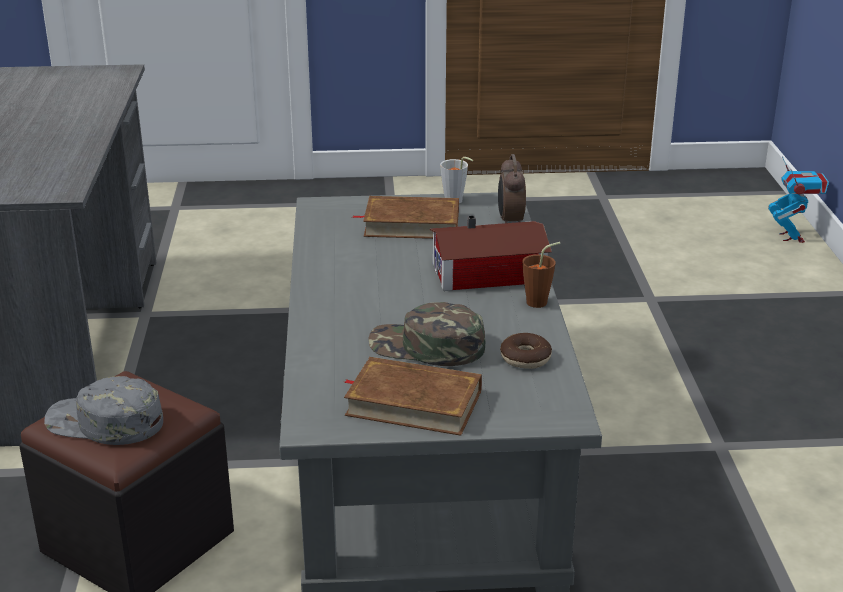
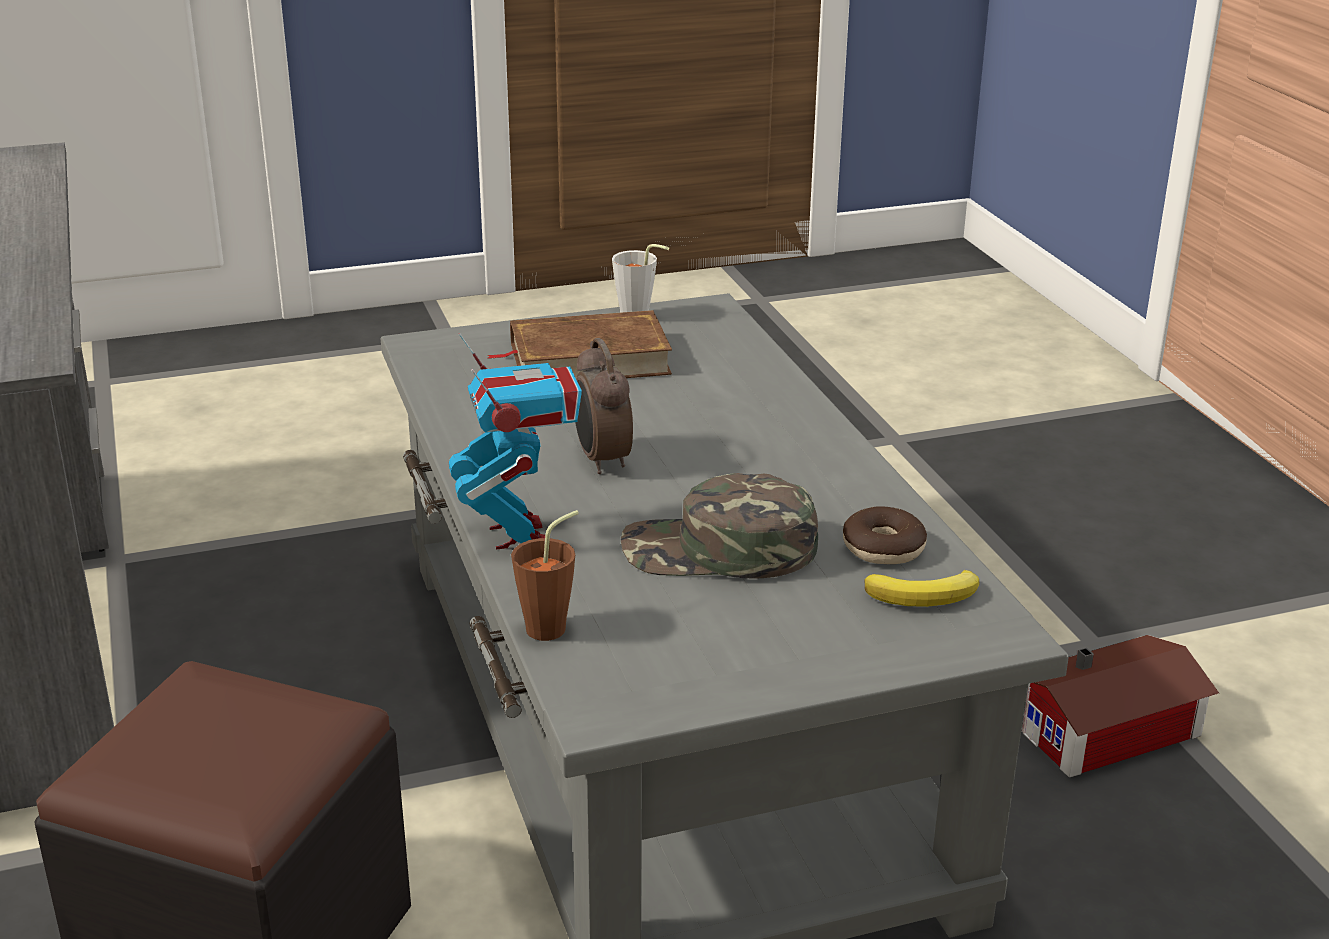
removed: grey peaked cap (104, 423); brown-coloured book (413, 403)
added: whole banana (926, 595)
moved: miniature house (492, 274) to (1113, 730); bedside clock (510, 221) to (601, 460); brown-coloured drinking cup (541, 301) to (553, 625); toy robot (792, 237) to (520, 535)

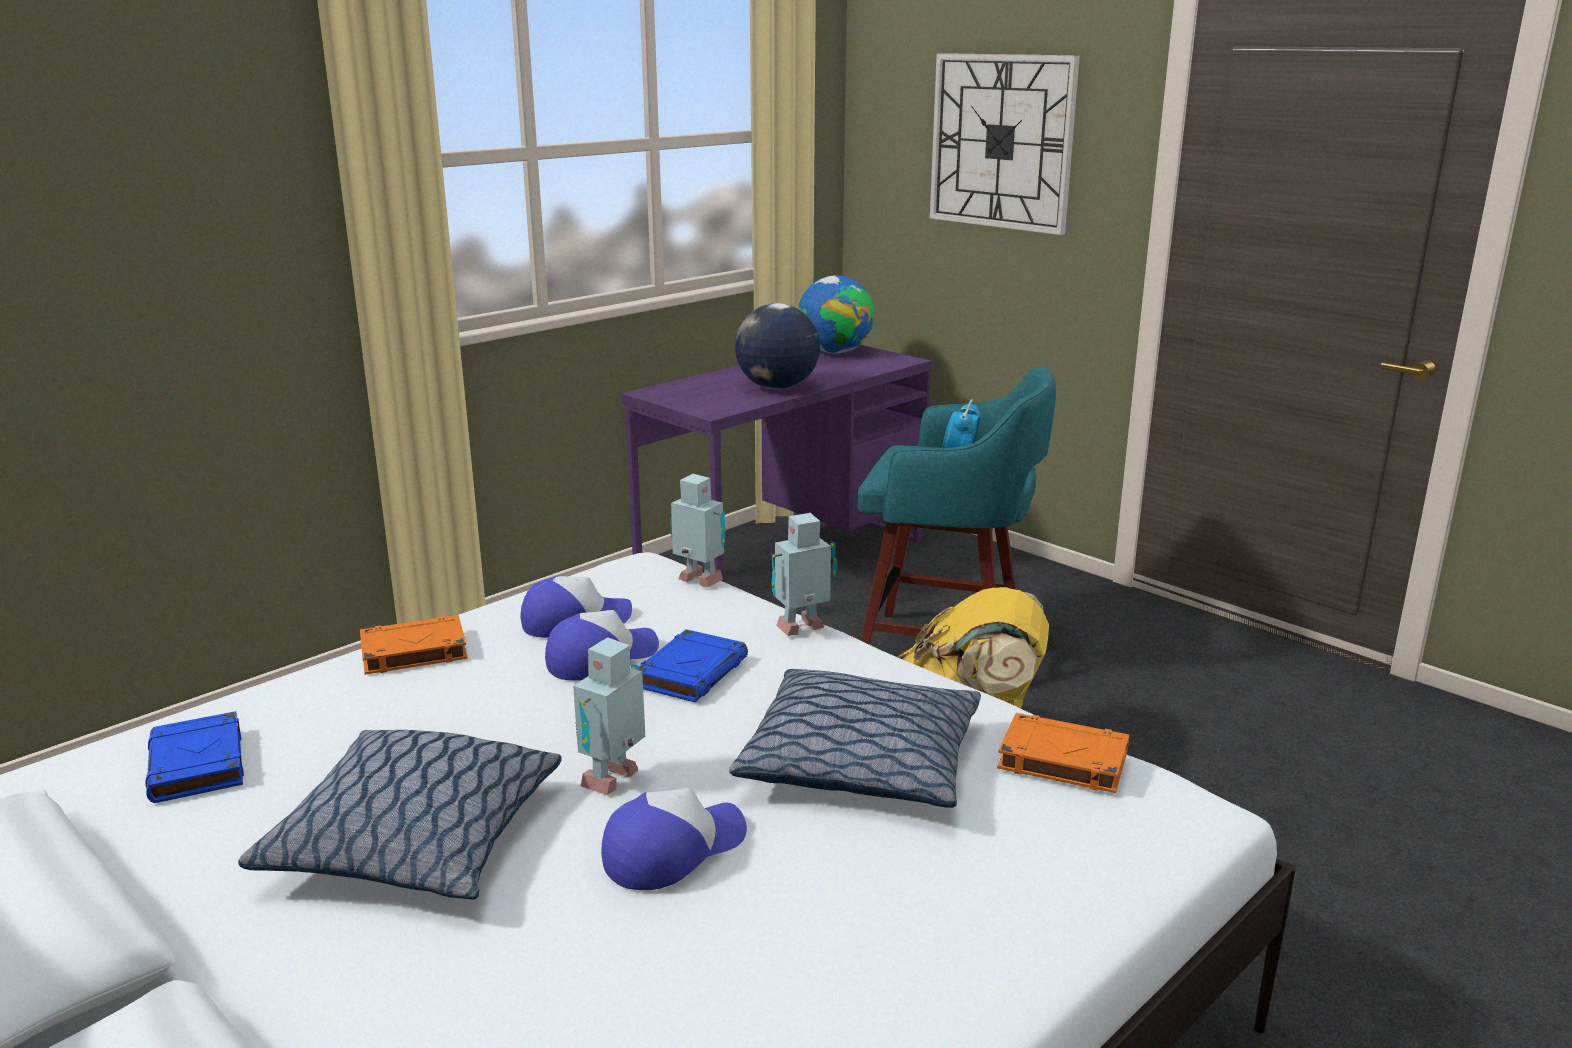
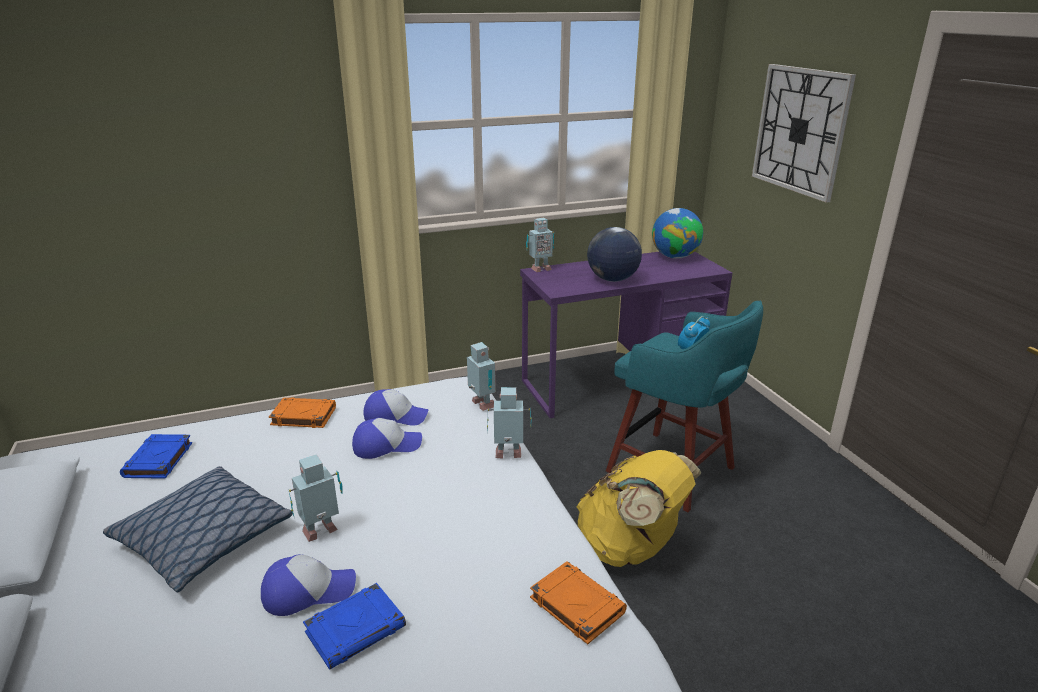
removed: throw pillow (861, 762)
added: toy robot (540, 269)
moved: blue book (692, 672) to (356, 629)

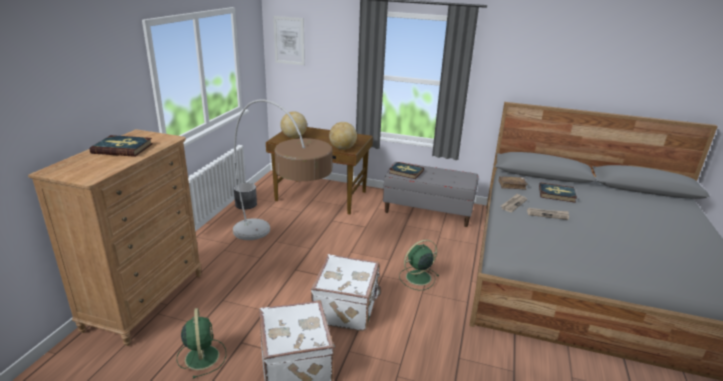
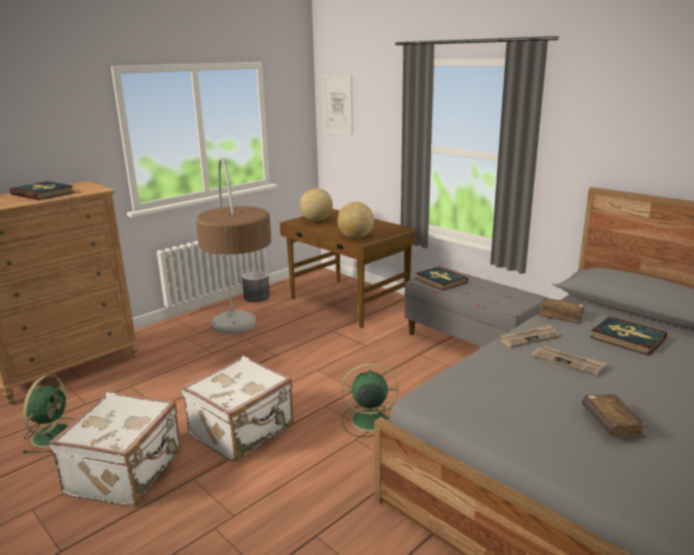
added: brown-coloured book (611, 422)

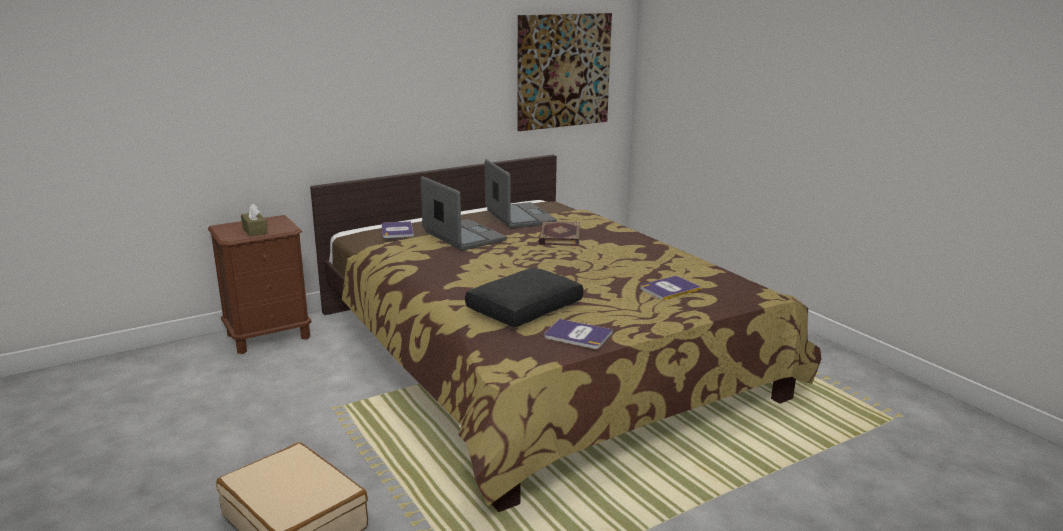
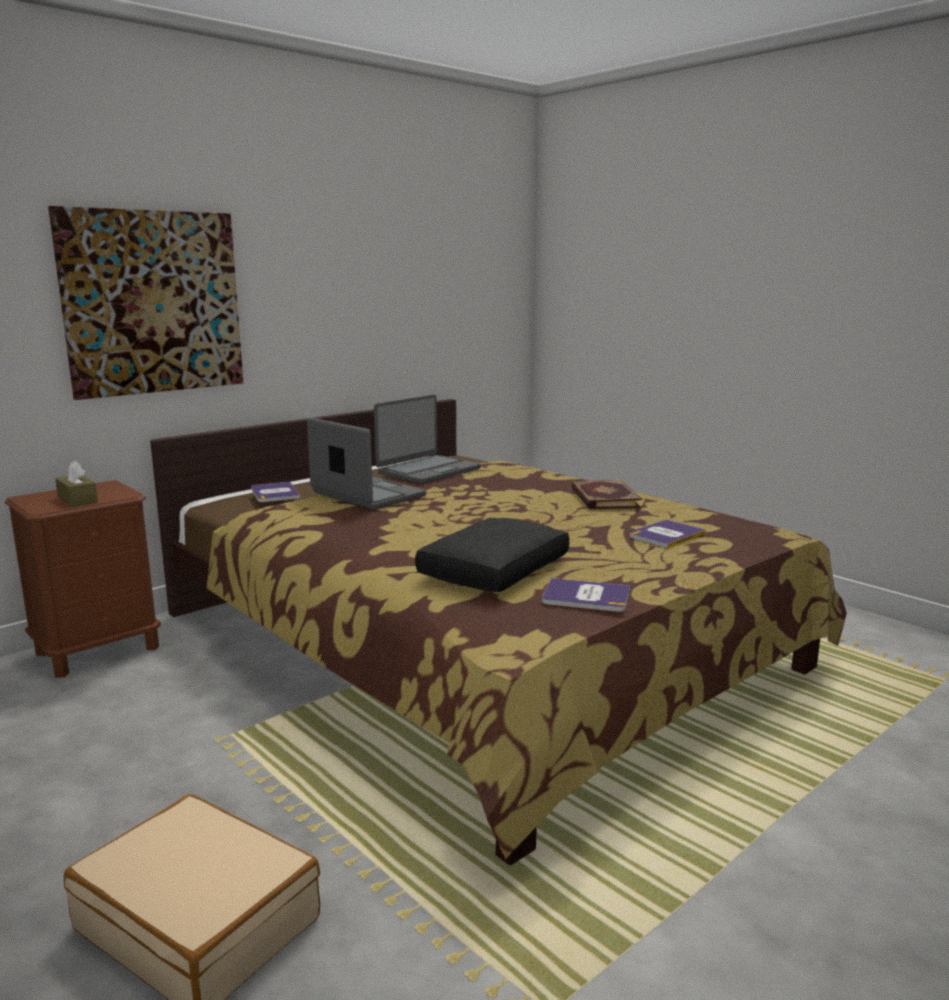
moved: wall picture (563, 71) to (153, 303); book (559, 236) to (603, 498)
turned: notebook computer (519, 217) = (428, 471) 75 degrees clockwise

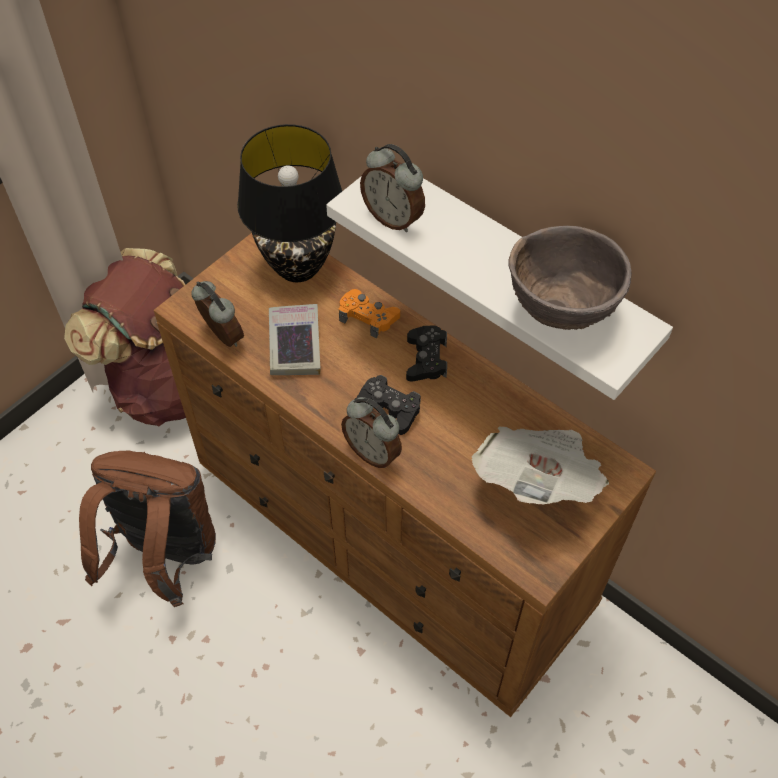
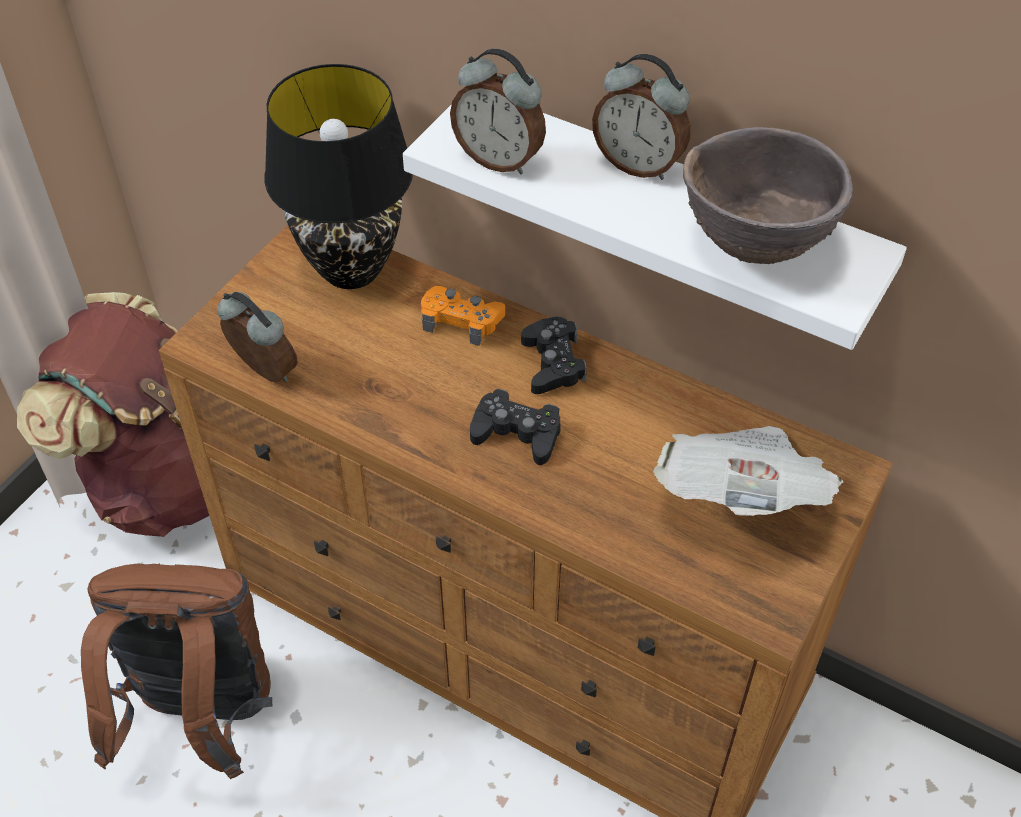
removed: book (294, 344)
moved: bedside clock (373, 452) to (638, 165)

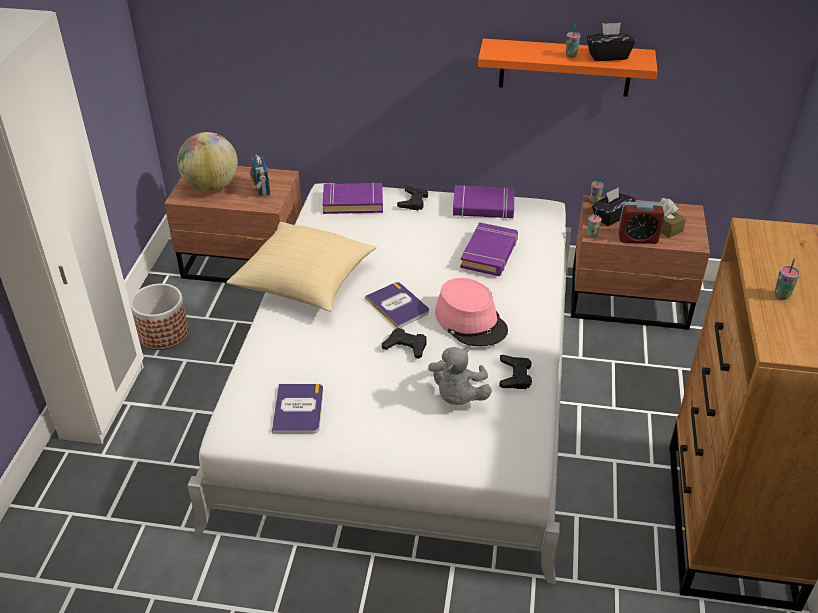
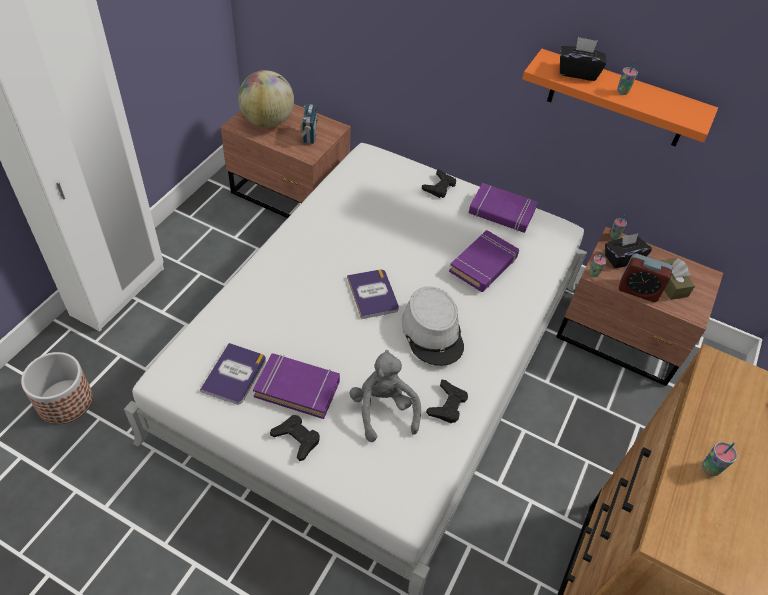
removed: beige throw pillow (304, 281)
moved: planter (164, 333) to (65, 401); purple-coloured book (353, 202) to (297, 388); black game controller (406, 346) to (296, 438); black box of tissues (607, 56) to (577, 72)
recoloured: pink clothing hat (471, 321) to grey clothing hat (433, 332)
turned: grey soft toy (458, 396) = (383, 409) 135 degrees clockwise

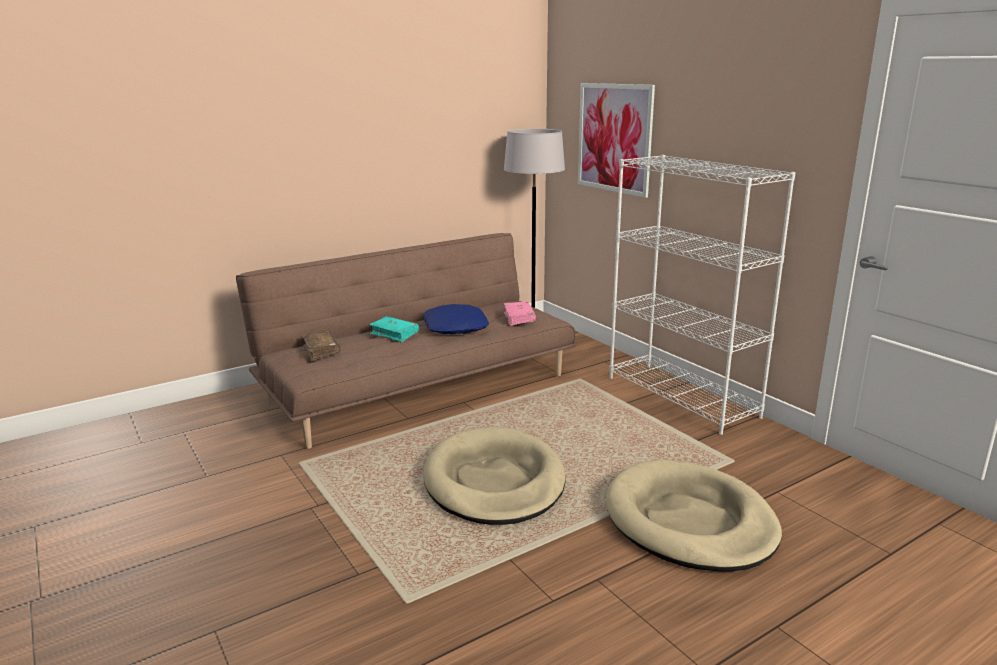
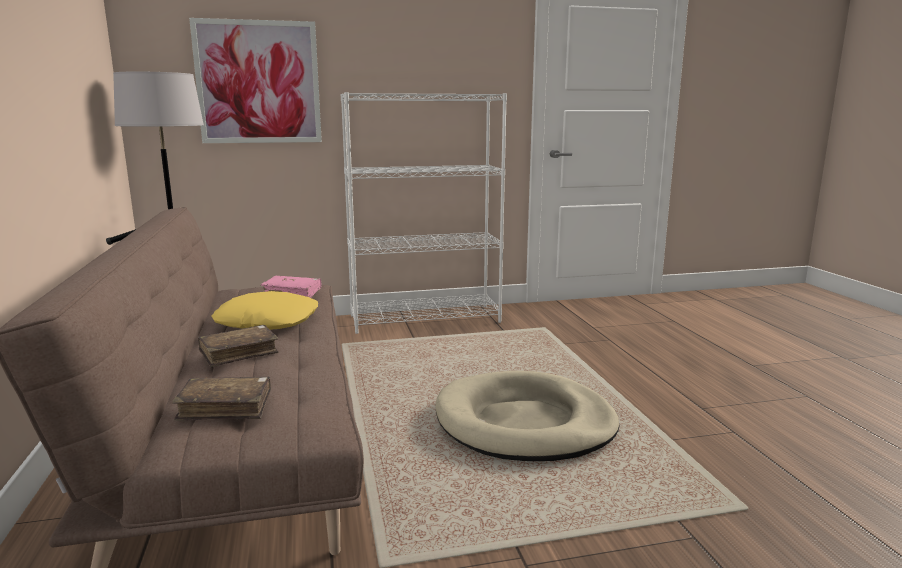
removed: beige pet bed (689, 521)
recoloured: blue-green book (394, 334) to brown-coloured book (239, 353); blue throw pillow (456, 327) to yellow-coloured throw pillow (268, 321)

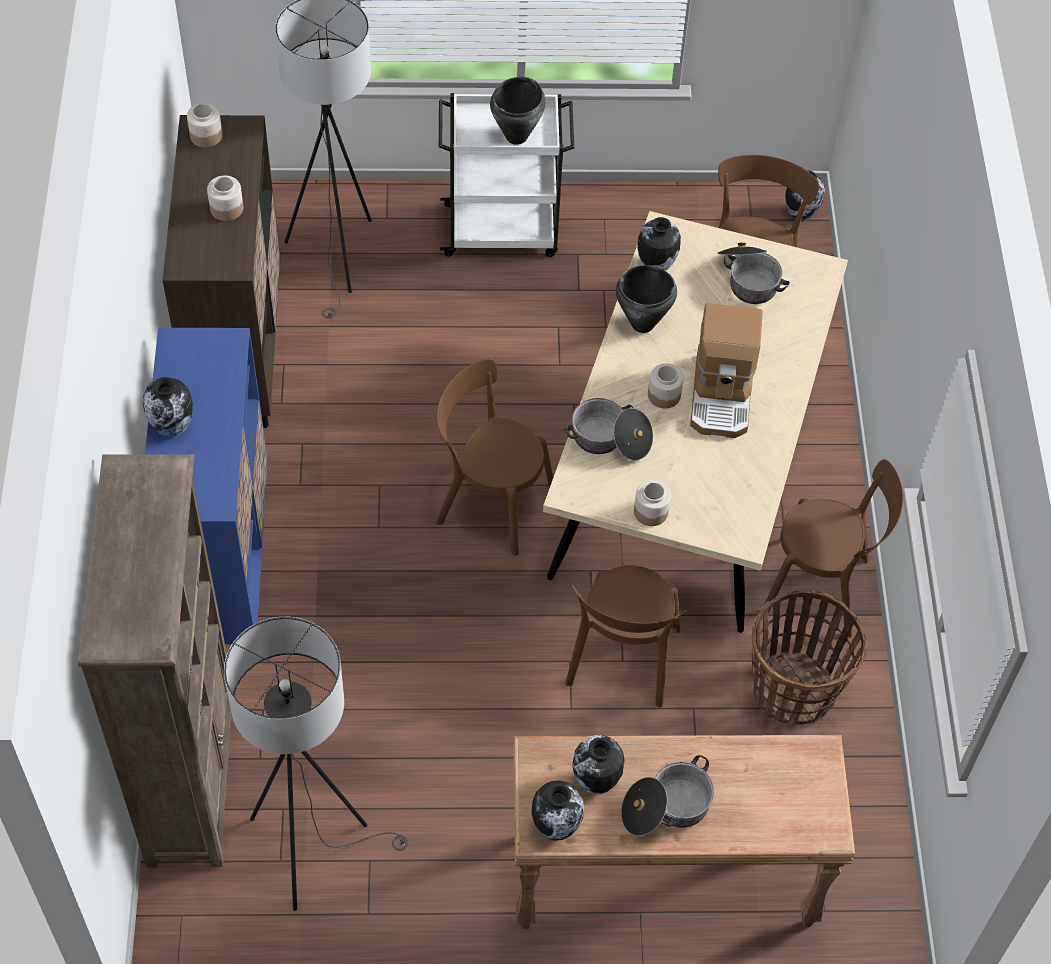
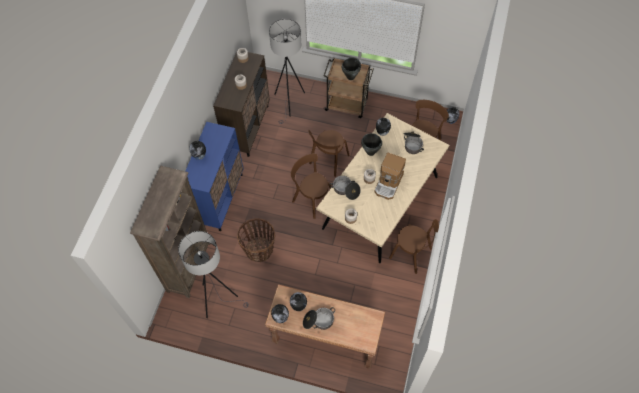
moved: brown-coloured chair (621, 662) to (328, 160); household basket (793, 690) to (259, 250)
recoloured: white trolley (503, 230) to brown-coloured trolley (347, 105)

